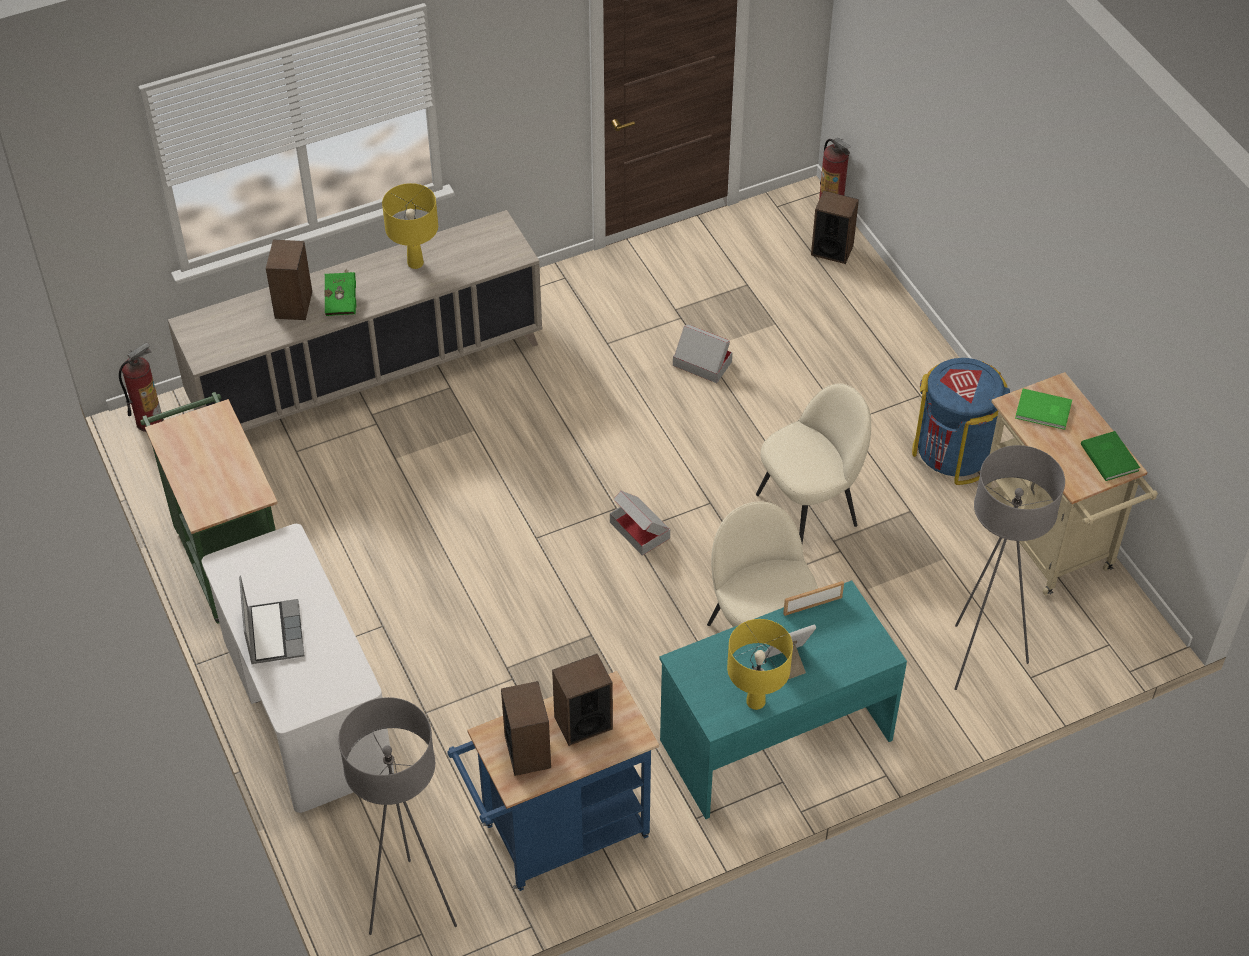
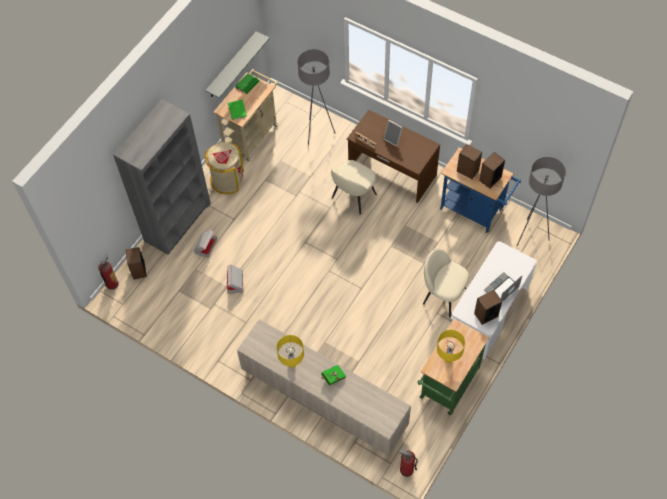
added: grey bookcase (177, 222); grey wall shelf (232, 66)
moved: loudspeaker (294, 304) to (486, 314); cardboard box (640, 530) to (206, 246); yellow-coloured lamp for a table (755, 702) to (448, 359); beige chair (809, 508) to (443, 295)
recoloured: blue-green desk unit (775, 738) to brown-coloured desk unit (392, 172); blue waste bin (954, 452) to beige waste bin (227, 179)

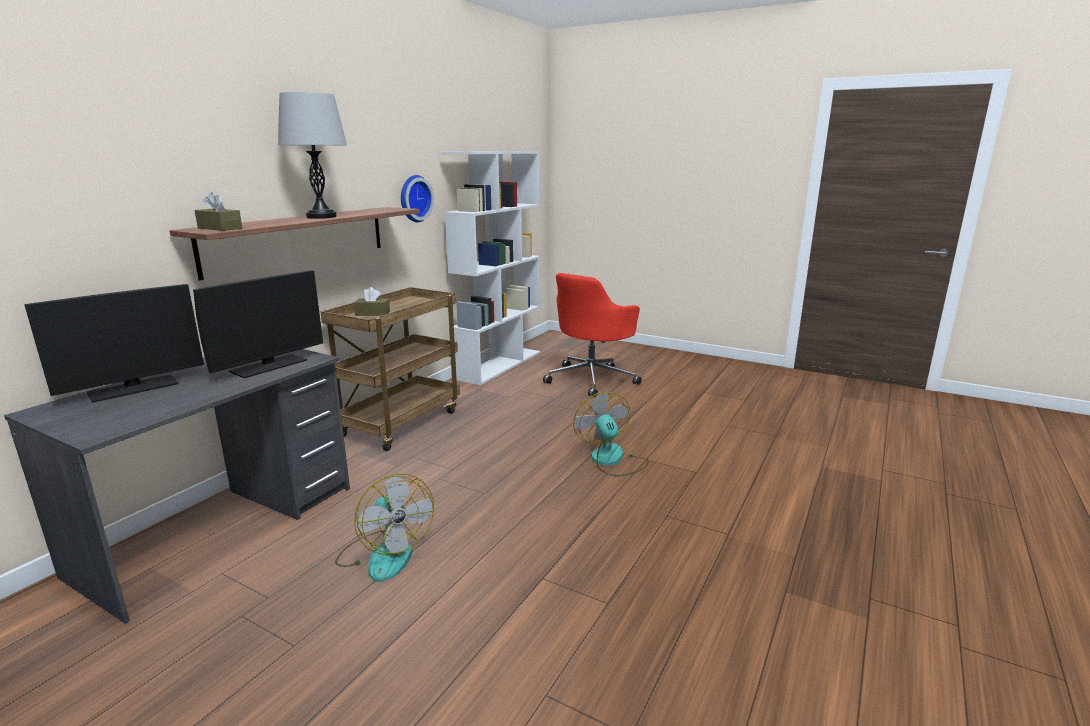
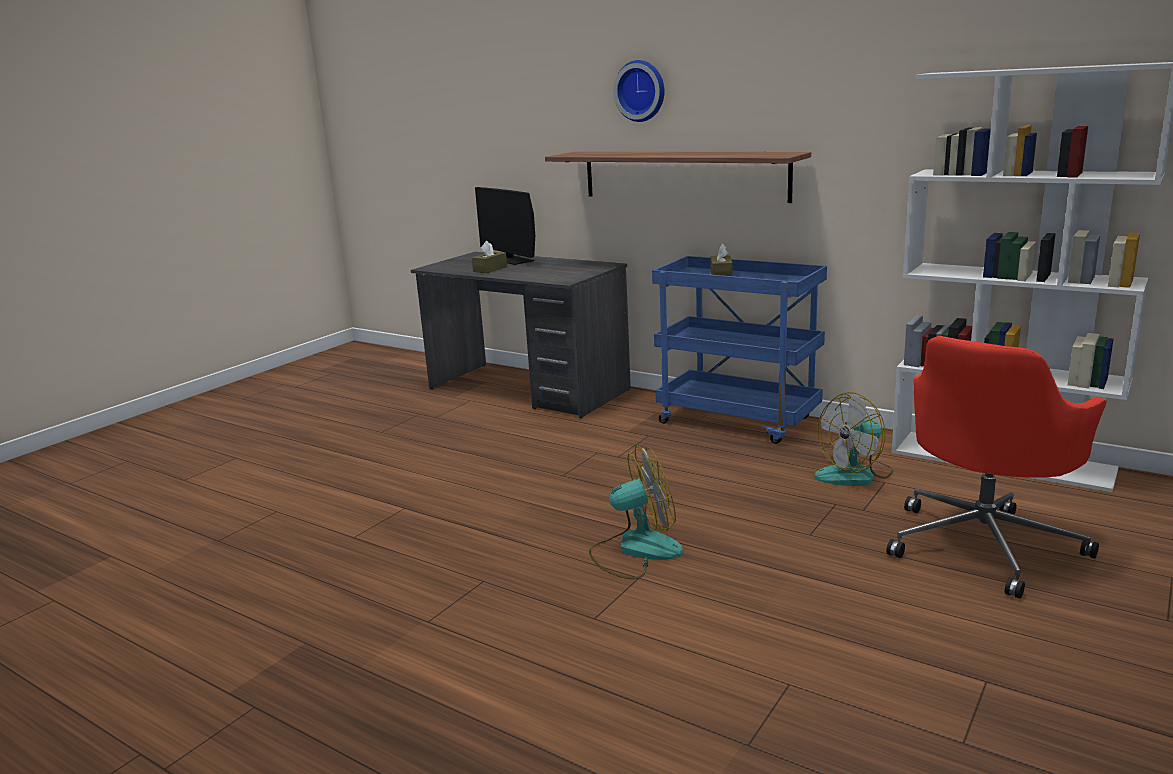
removed: computer screen (269, 366); grey lamp for a table (321, 217)
moved: brown-coloured box of tissues (220, 228) to (490, 269); electric fan (384, 554) to (855, 474); hanging clock (413, 198) to (641, 91)
recoloured: brown-coloured trolley (401, 422) to blue trolley (739, 421)
turned: red computer chair (592, 379) = (984, 544) 90 degrees counterclockwise

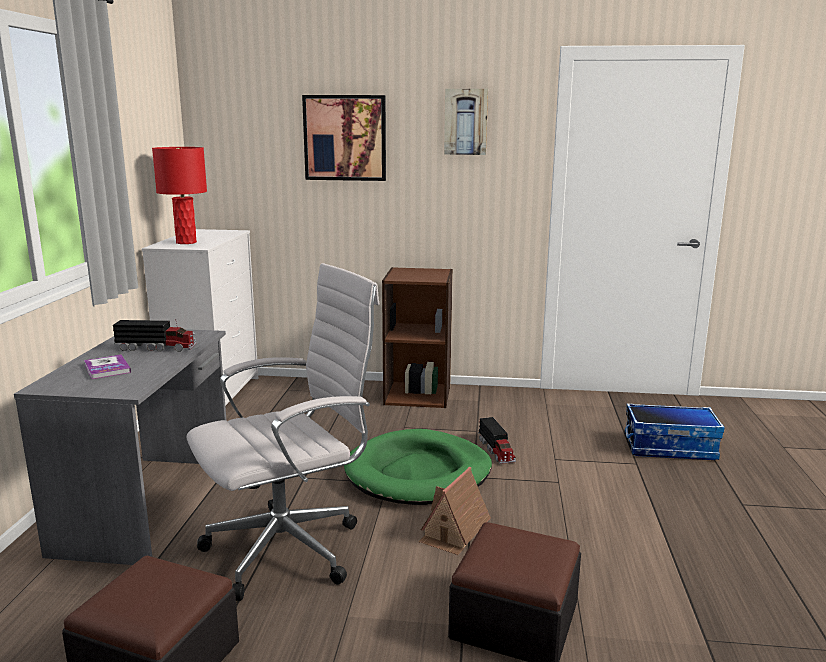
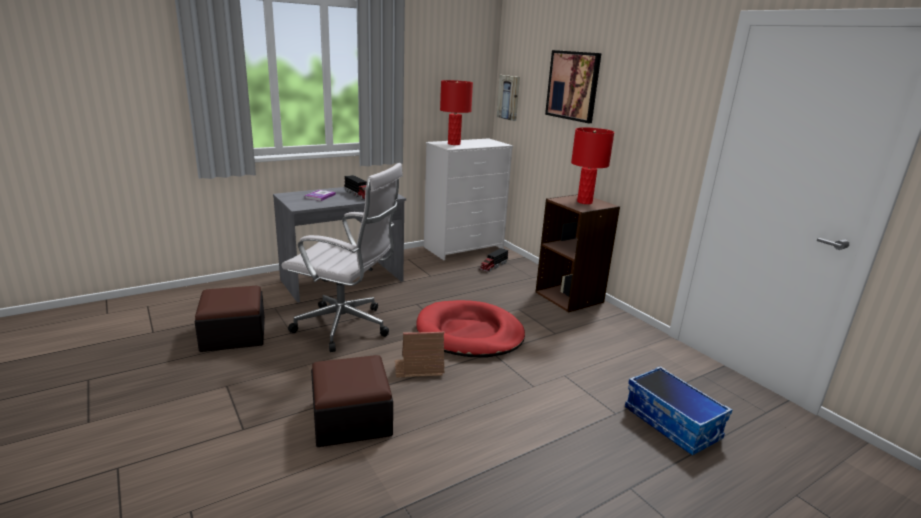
added: red lamp for a table (584, 202)
moved: wall picture (466, 122) to (509, 97); toy truck (496, 450) to (493, 266)
recoloured: green pet bed (418, 473) to red pet bed (469, 333)

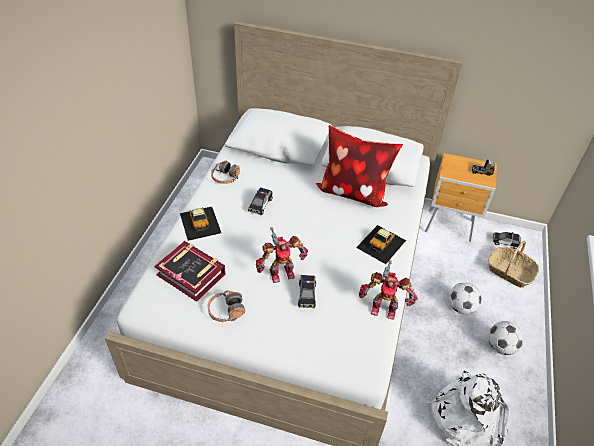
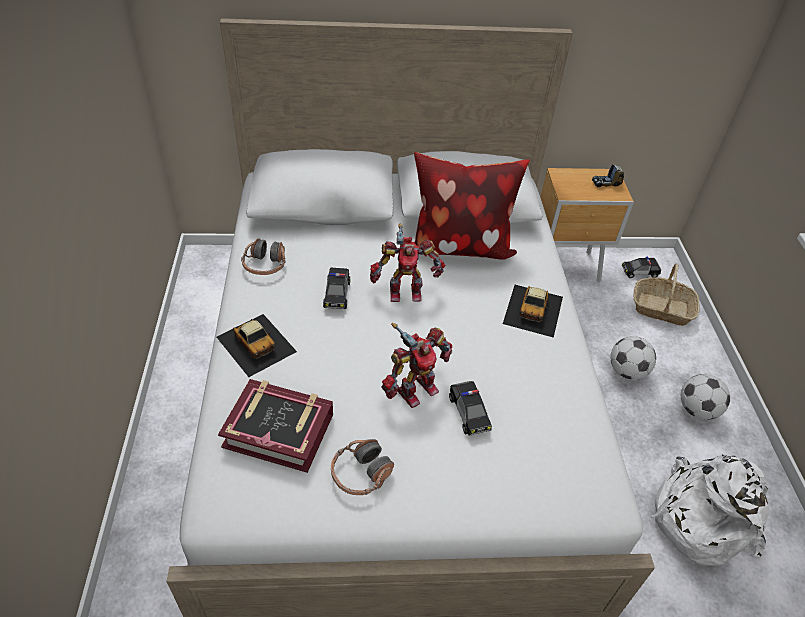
moved: toy robot (383, 308) to (404, 291)

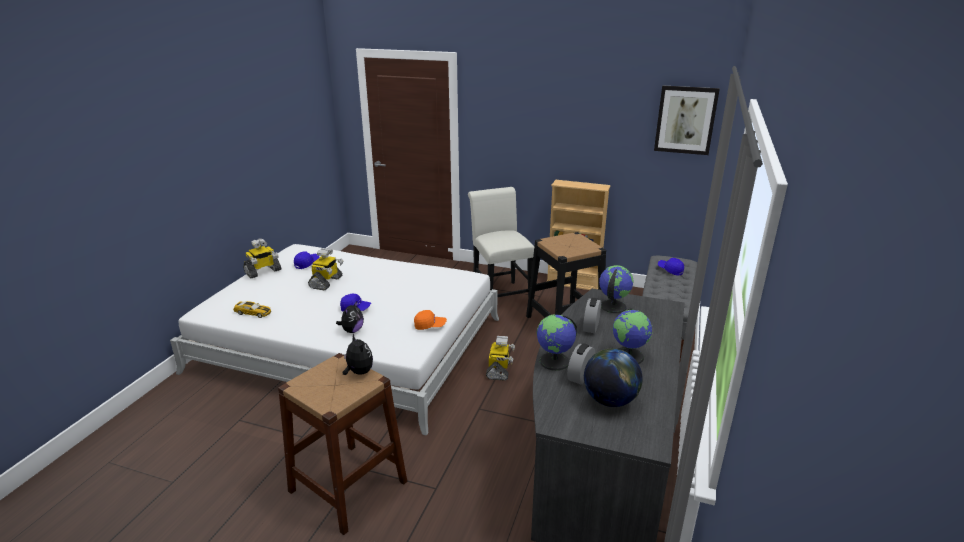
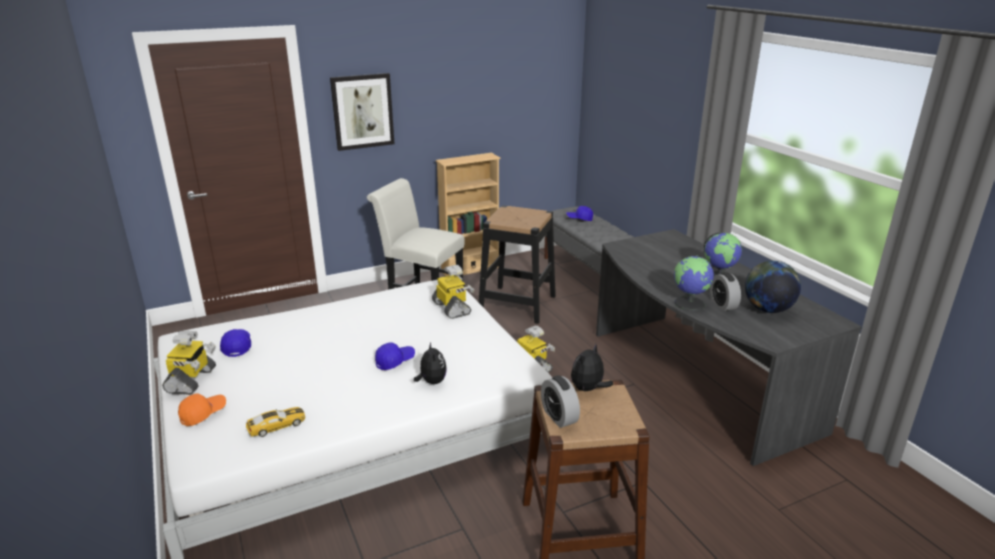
removed: world globe (612, 306)
moved: toy robot (326, 282) to (452, 308); orangey peaked cap (430, 325) to (203, 414); bedside clock (591, 327) to (559, 417); wall picture (685, 120) to (362, 111)
turned: soft toy (358, 372) = (588, 389) 60 degrees counterclockwise

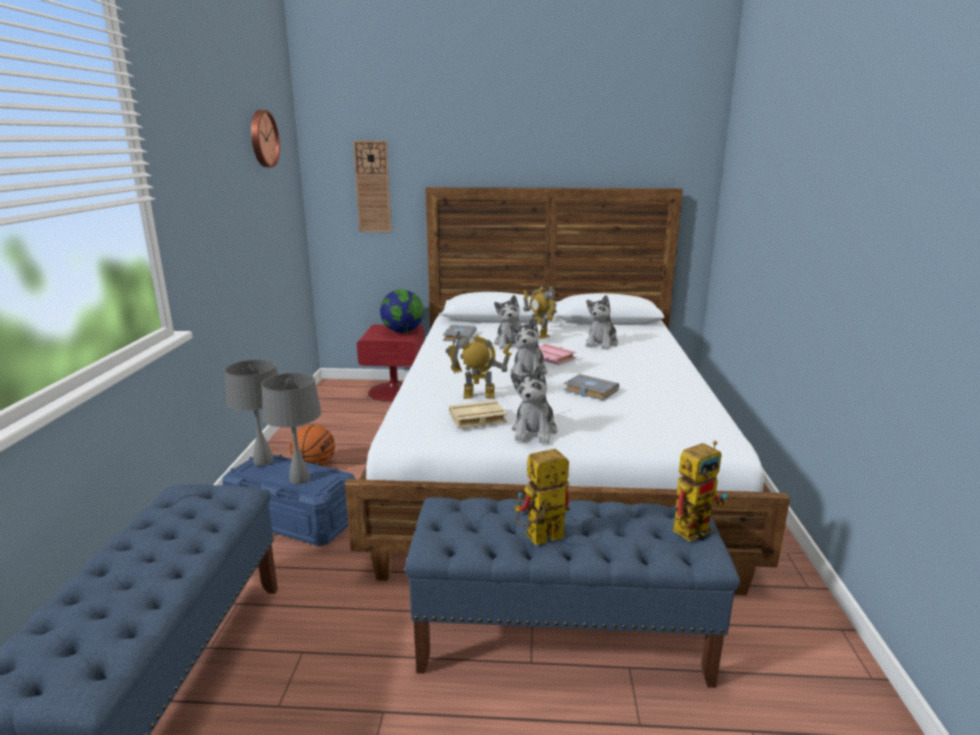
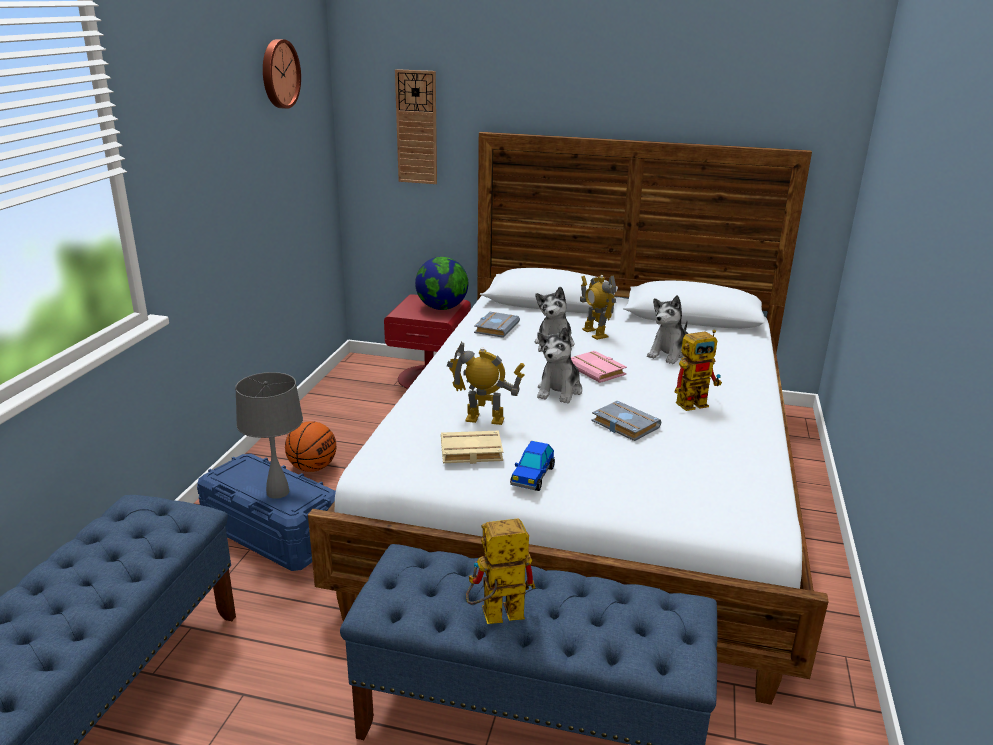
removed: grey lamp for a table (263, 461)
moved: toy robot (695, 526) to (696, 402)
replaced: soft toy (534, 431) to miniature car (532, 476)

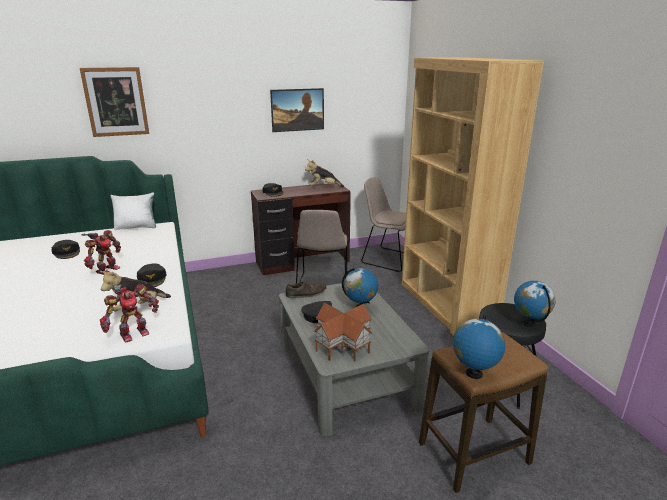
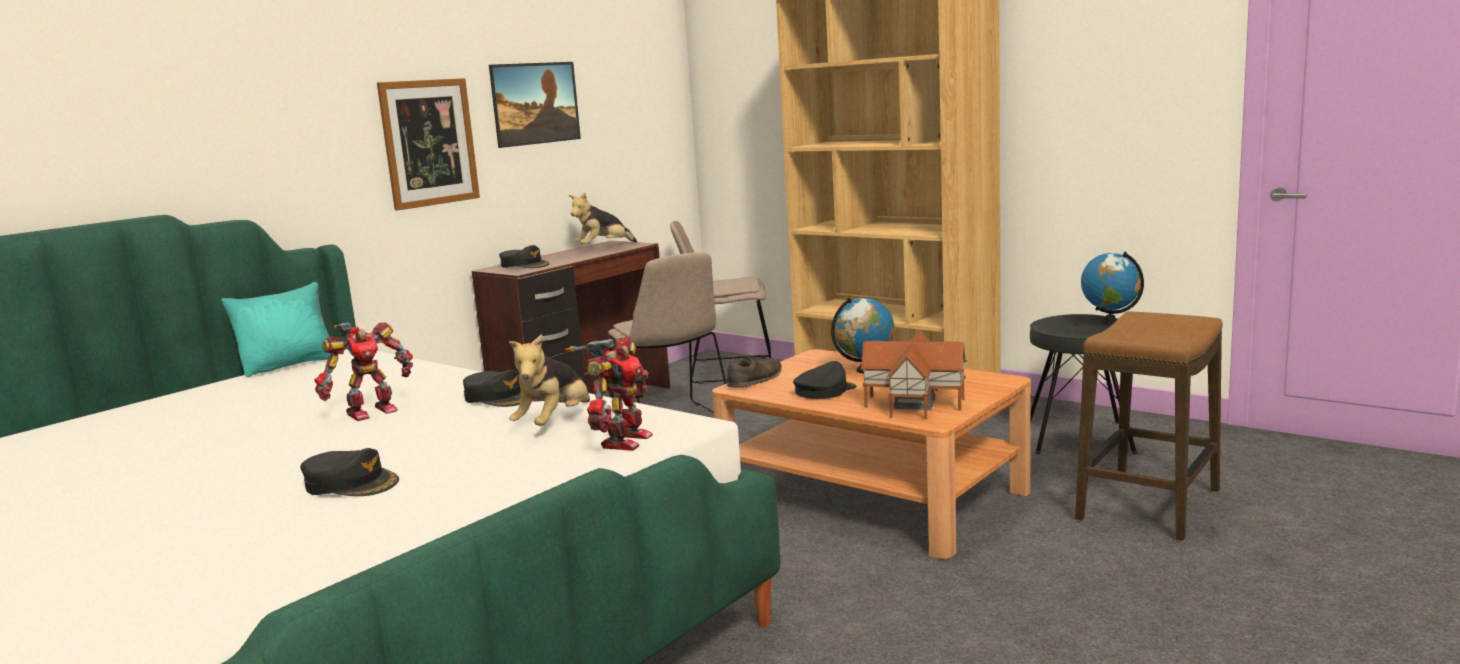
removed: world globe (473, 374)
moved: black peaked cap (67, 252) to (351, 483); wall picture (116, 102) to (429, 143)
recoloured: white throw pillow (136, 227) to blue-green throw pillow (289, 365); grey lounge table (345, 374) to brown-coloured lounge table (872, 495)
turned: toy robot (106, 270) = (370, 412) 60 degrees clockwise

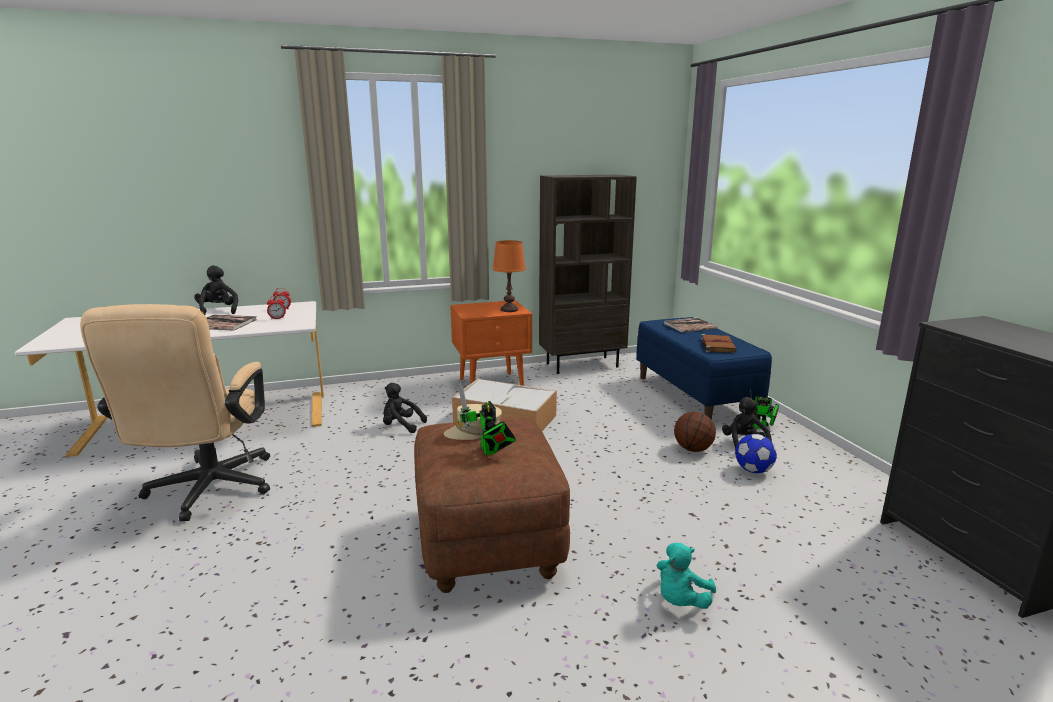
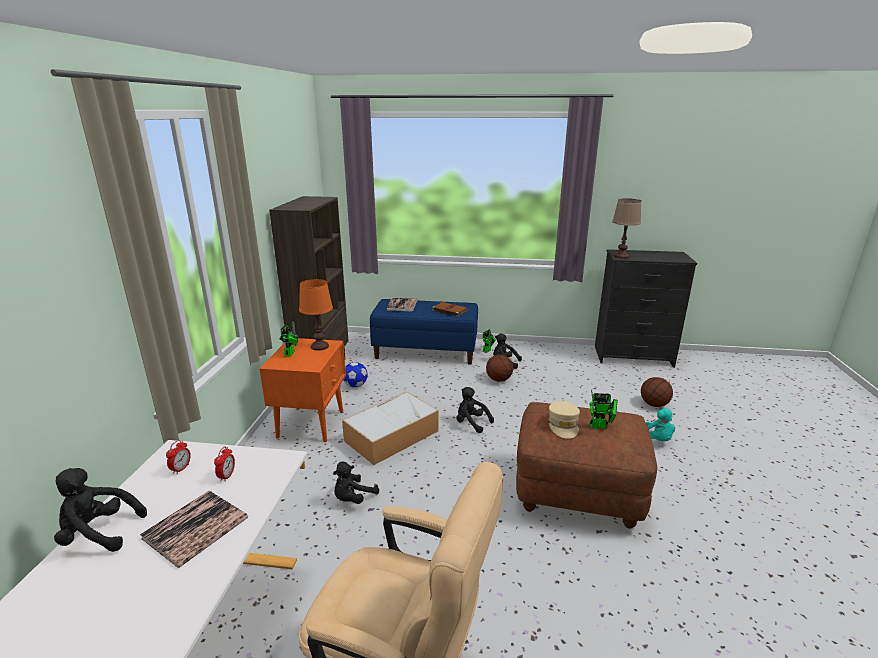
added: toy robot (290, 353); black soft toy (471, 423); brown-coloured lamp for a table (621, 256); basketball ball (654, 404)
moved: ball for football (753, 470) to (355, 385)

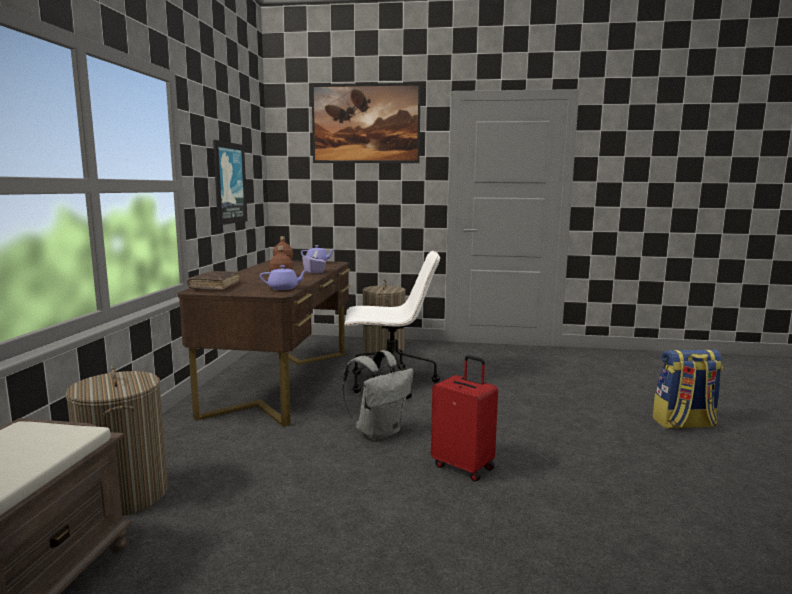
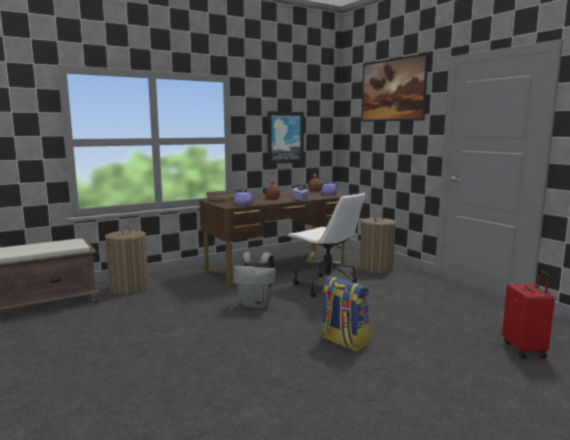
moved: red piece of luggage (464, 466) to (525, 350); rucksack (684, 424) to (343, 342)

